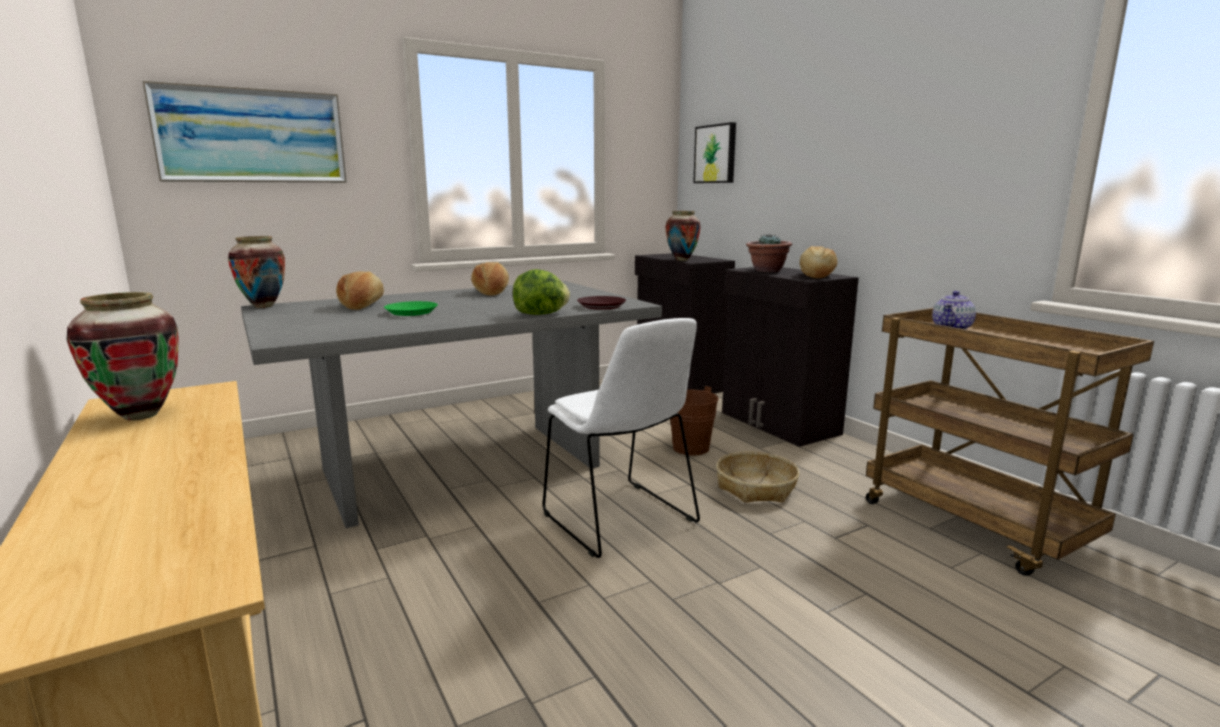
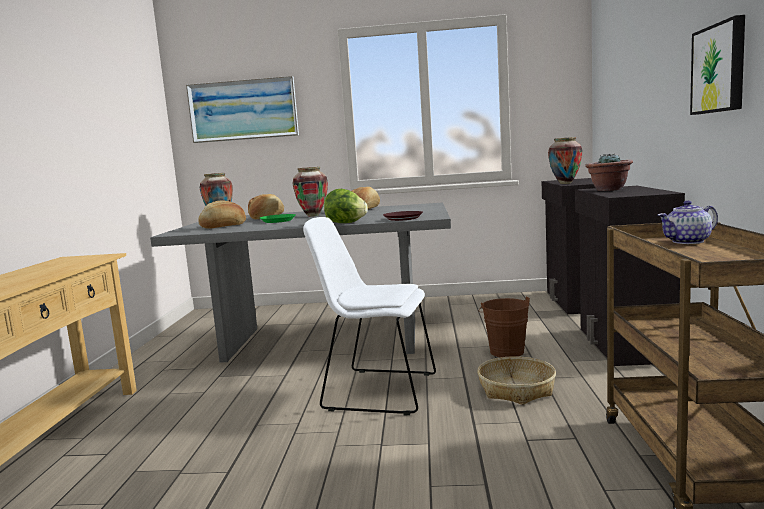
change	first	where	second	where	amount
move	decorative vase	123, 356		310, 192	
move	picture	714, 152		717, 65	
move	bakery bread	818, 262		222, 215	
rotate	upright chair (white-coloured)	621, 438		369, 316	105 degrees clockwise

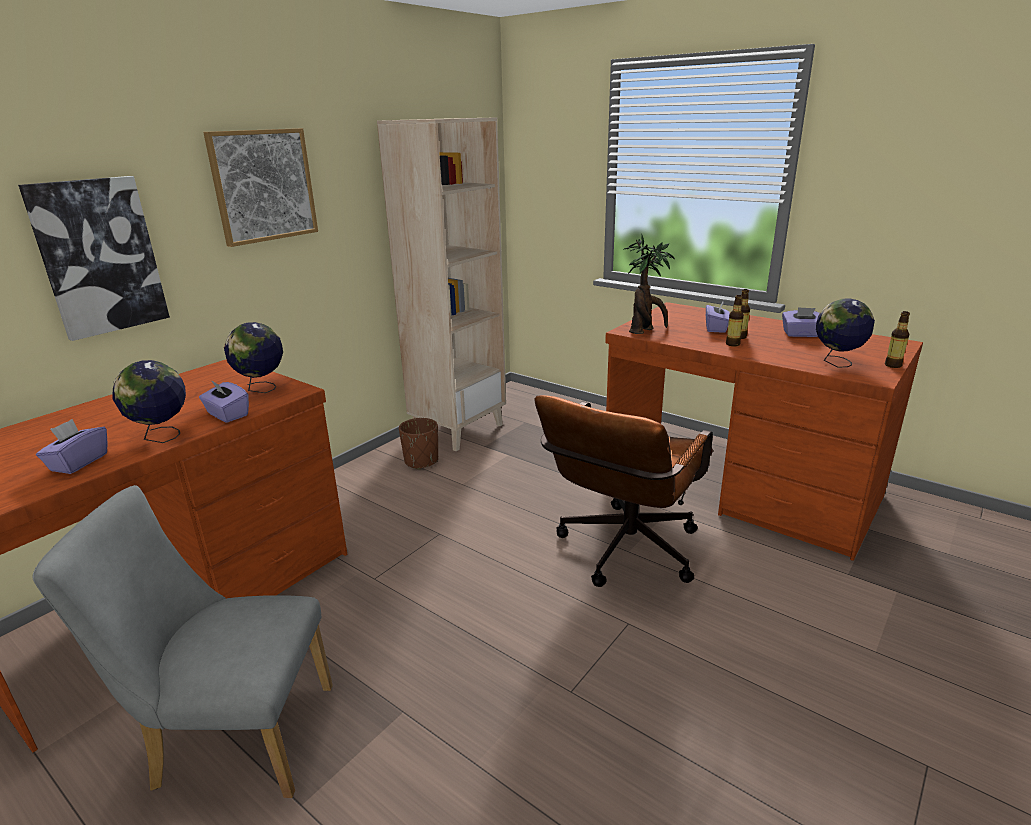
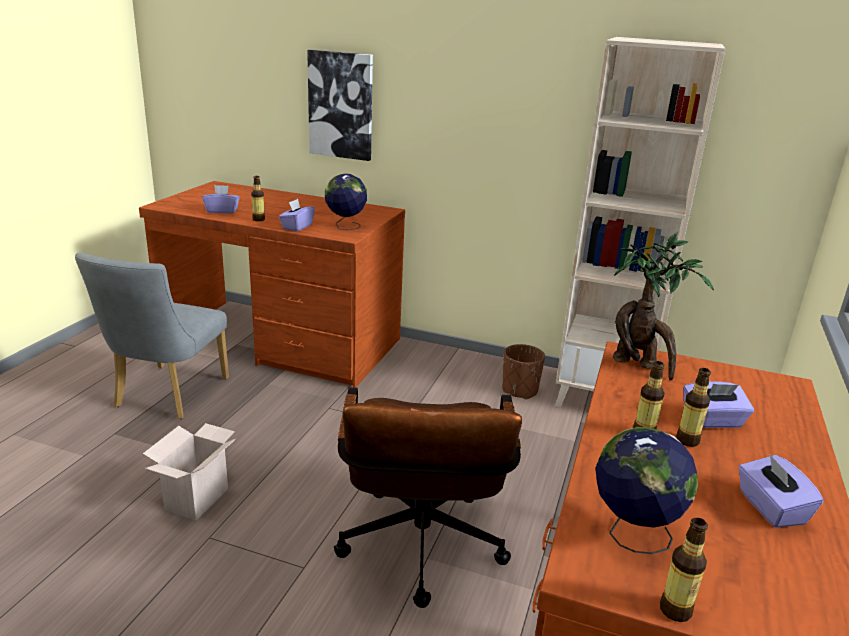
change	first	where	second	where	amount
delete	picture	260, 187			
insert			carton	189, 472	
replace	desk globe	149, 401	beverage bottle	258, 198	
rotate	upright chair (grey)	182, 641		152, 336	150 degrees counterclockwise
rotate	office chair (brown)	623, 491		428, 497	105 degrees counterclockwise

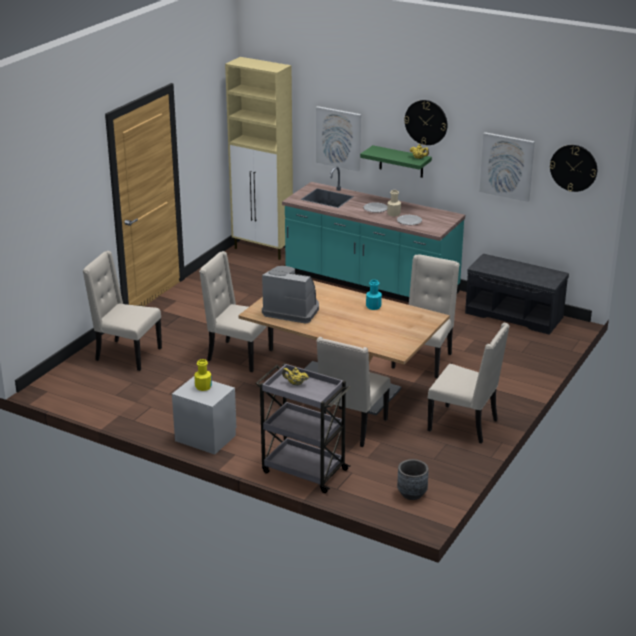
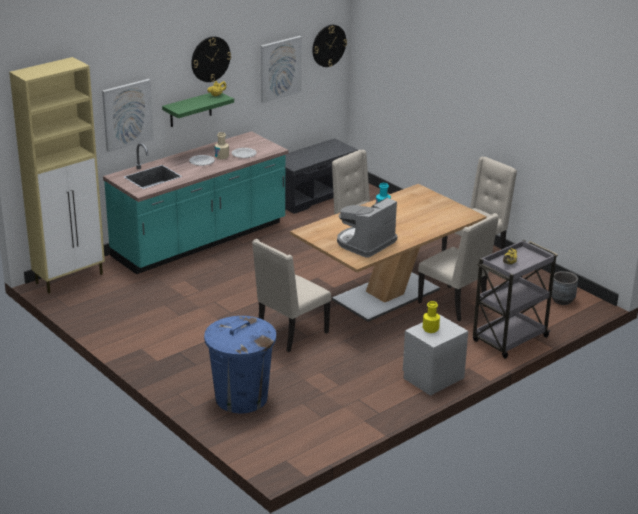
change	first	where	second	where	amount
replace	upright chair (beige-coloured)	122, 311	waste bin (blue-coloured)	240, 364	

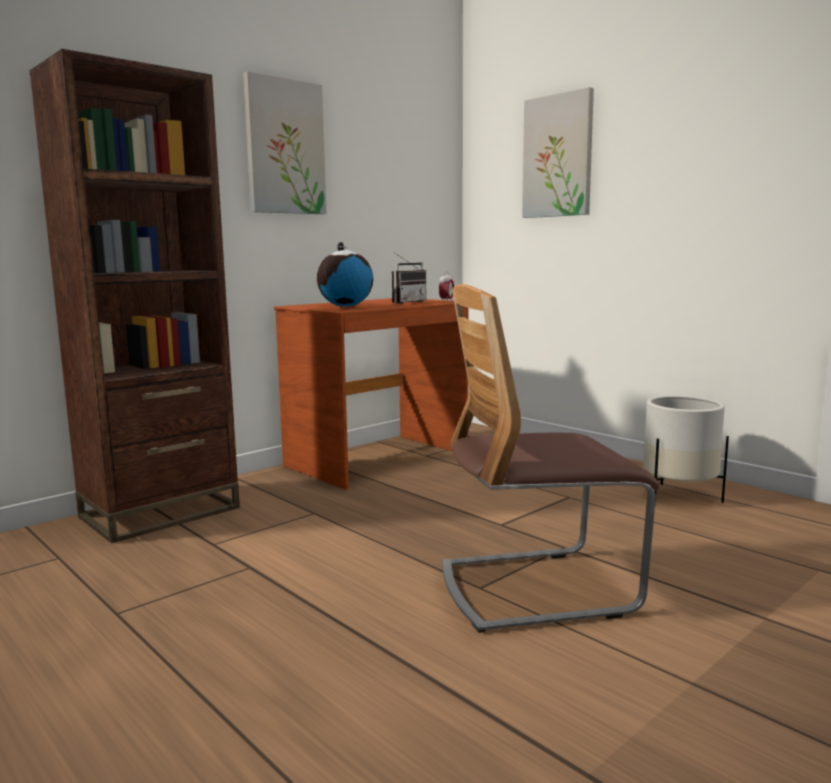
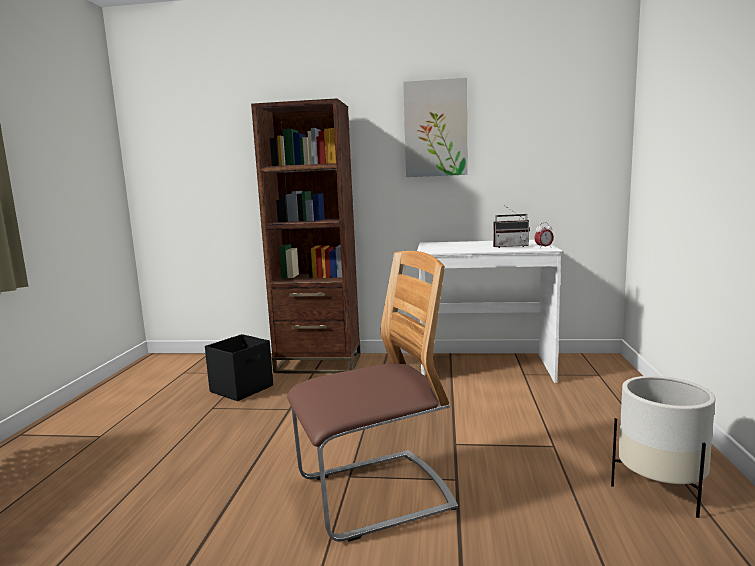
change	first	where	second	where	amount
delete	desk globe	345, 274			
delete	picture	558, 152			
insert			storage box (black-coloured)	239, 367	
recolor	desk unit (brown)	371, 394	desk unit (white-coloured)	489, 311	
rotate	upright chair	551, 458		372, 396	120 degrees clockwise

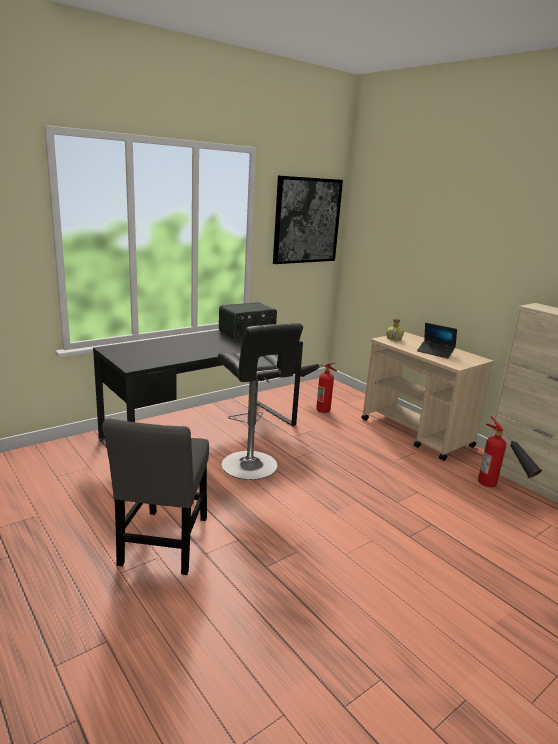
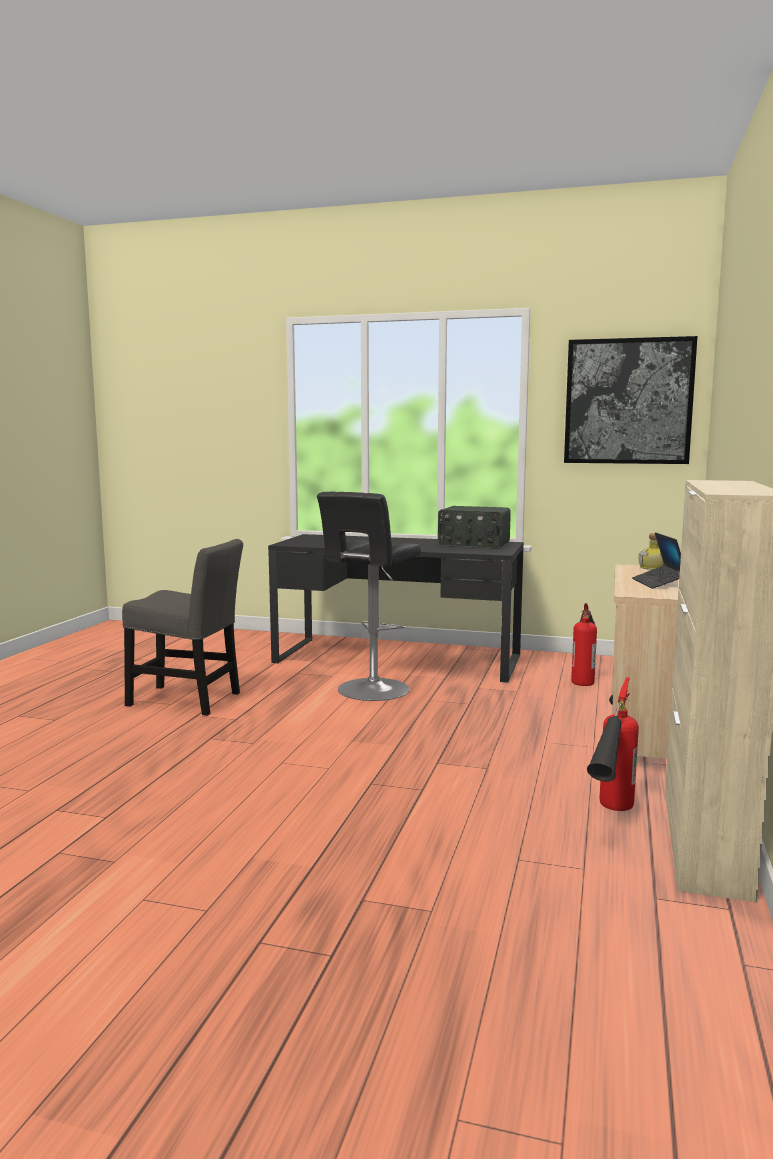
change	first	where	second	where	amount
rotate	upright chair (grey)	155, 497		182, 627	135 degrees counterclockwise

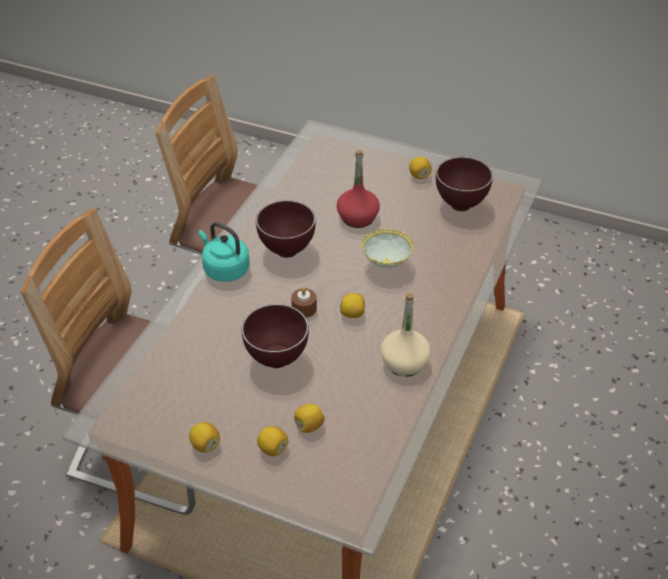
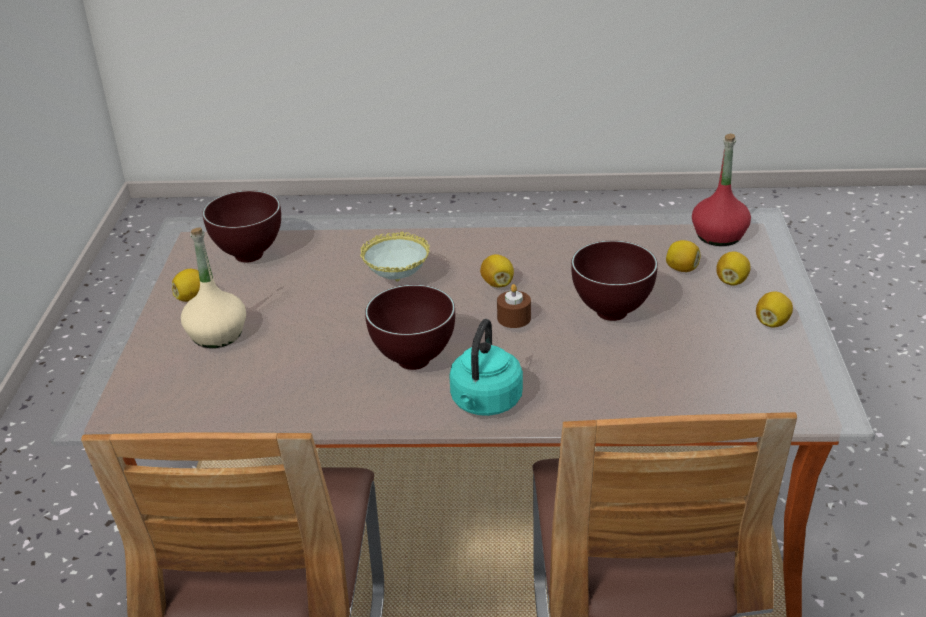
change	first	where	second	where	amount
move	beverage bottle (reddish)	358, 189		721, 189	
move	beverage bottle (beige-coloured)	405, 335		213, 287	

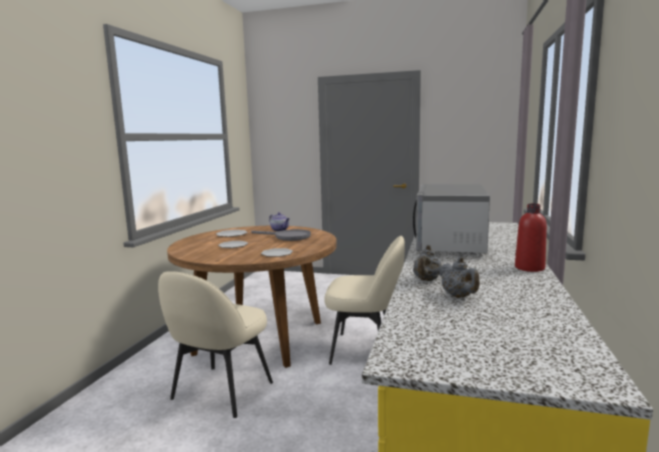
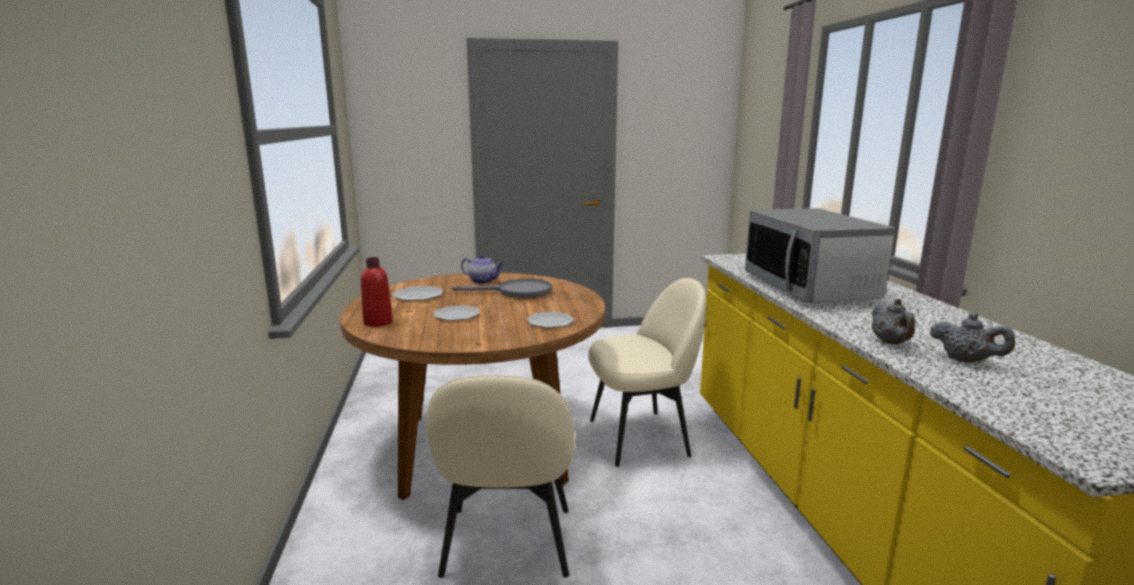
change	first	where	second	where	amount
move	beverage bottle (reddish)	531, 238		377, 292	

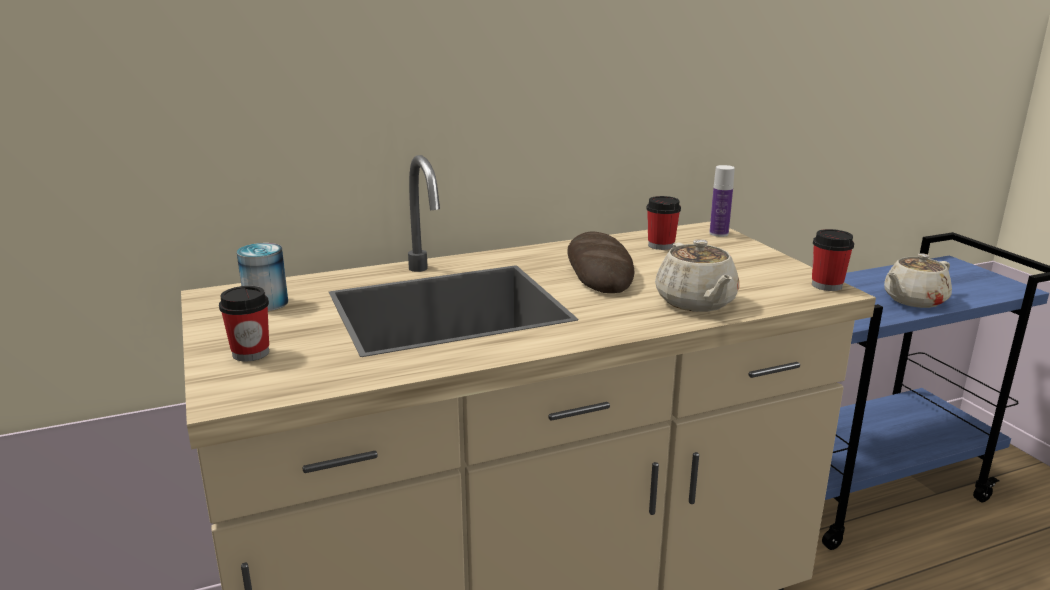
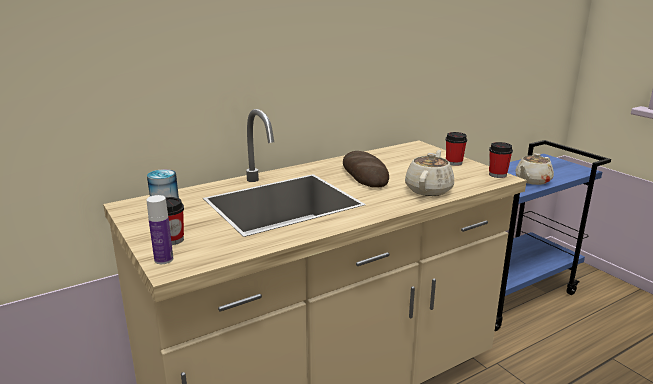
change	first	where	second	where	amount
move	drinking cup	663, 223		456, 149	
move	beverage bottle	722, 201		159, 229	
rotate	pot for tea (beige-coloured)	697, 275		429, 173	135 degrees counterclockwise

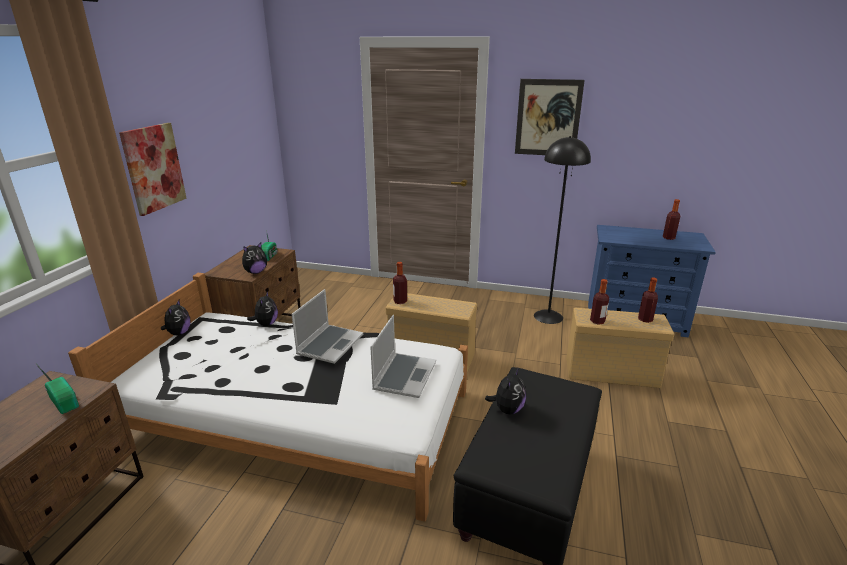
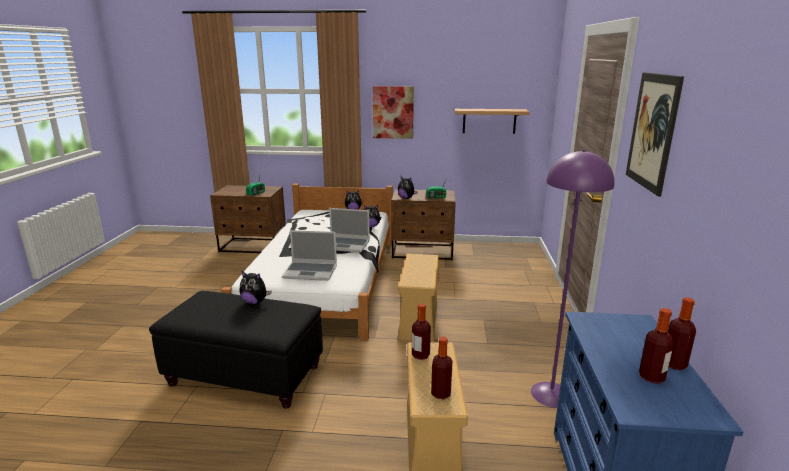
change	first	where	second	where	amount
insert			bracket shelf	492, 121	
move	beverage bottle	400, 283		682, 333	
recolor	standard lamp (black-coloured)	562, 230	standard lamp (purple-coloured)	573, 279	

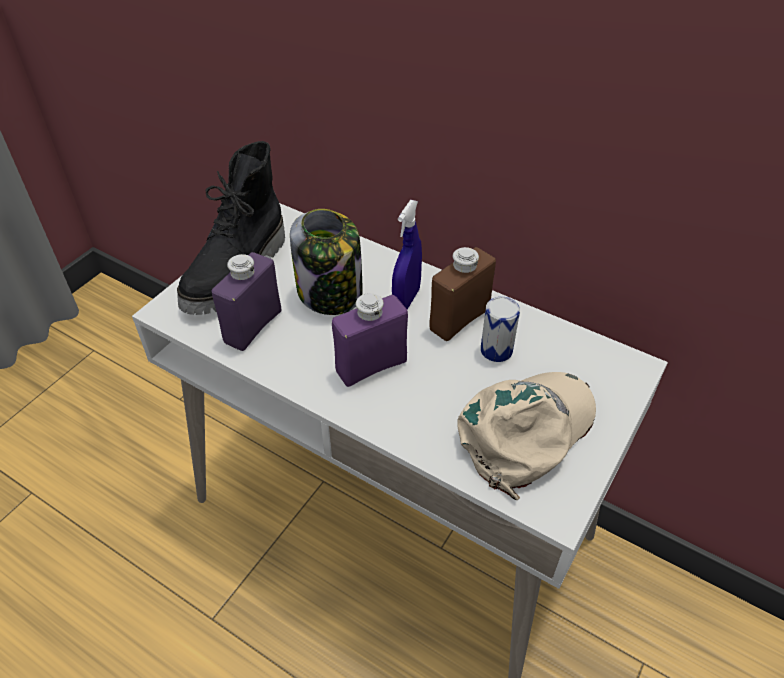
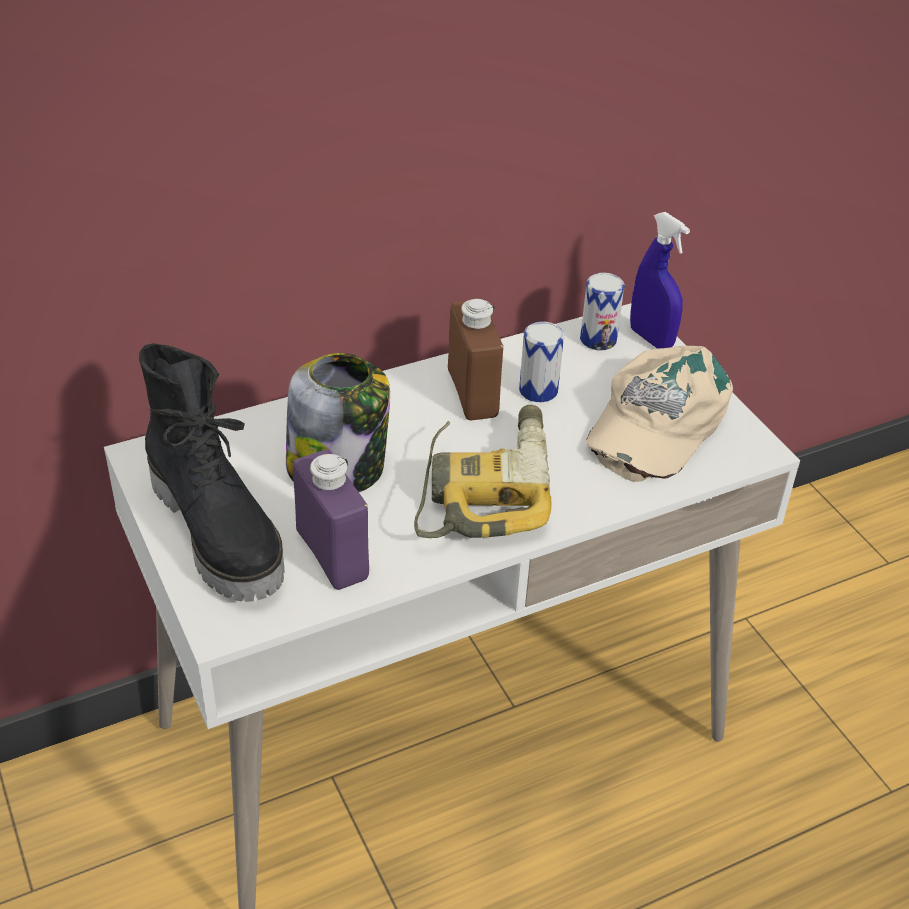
change	first	where	second	where	amount
insert			can	602, 312	
move	sprayer (blue-coloured)	407, 254		660, 280	
replace	beverage bottle (purple-coloured)	370, 340	power drill	483, 471	
rotate	baseball cap (beige-coloured)	526, 436		659, 414	135 degrees counterclockwise

